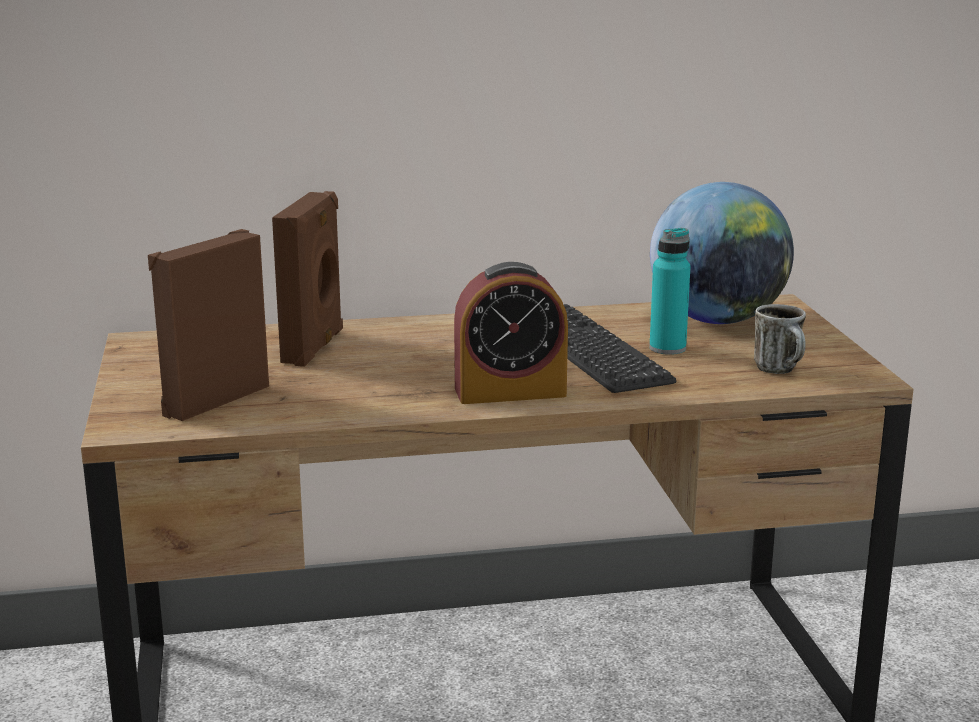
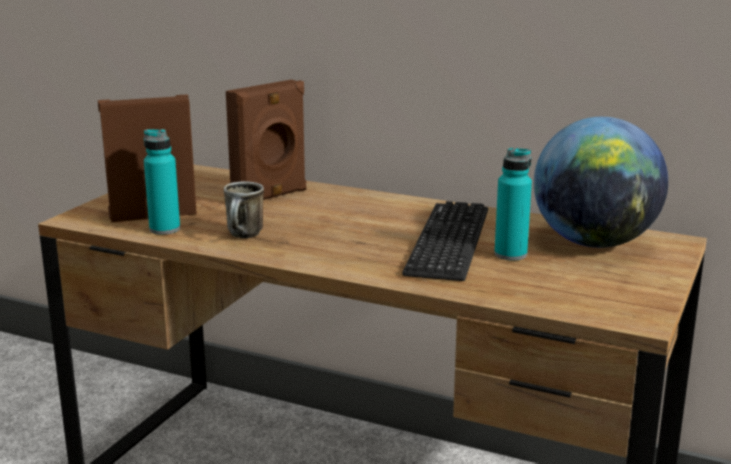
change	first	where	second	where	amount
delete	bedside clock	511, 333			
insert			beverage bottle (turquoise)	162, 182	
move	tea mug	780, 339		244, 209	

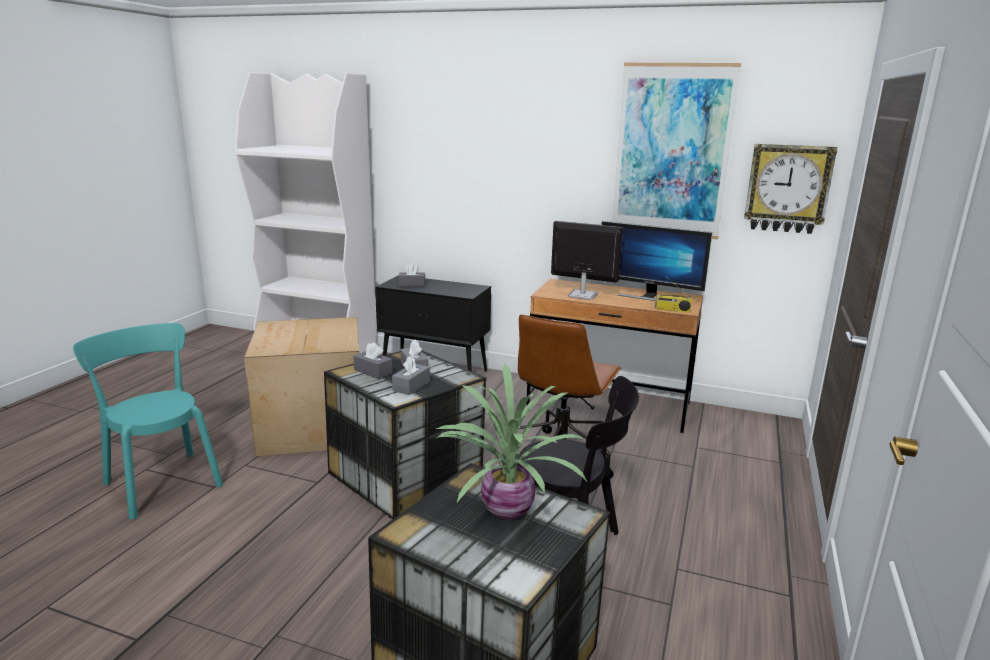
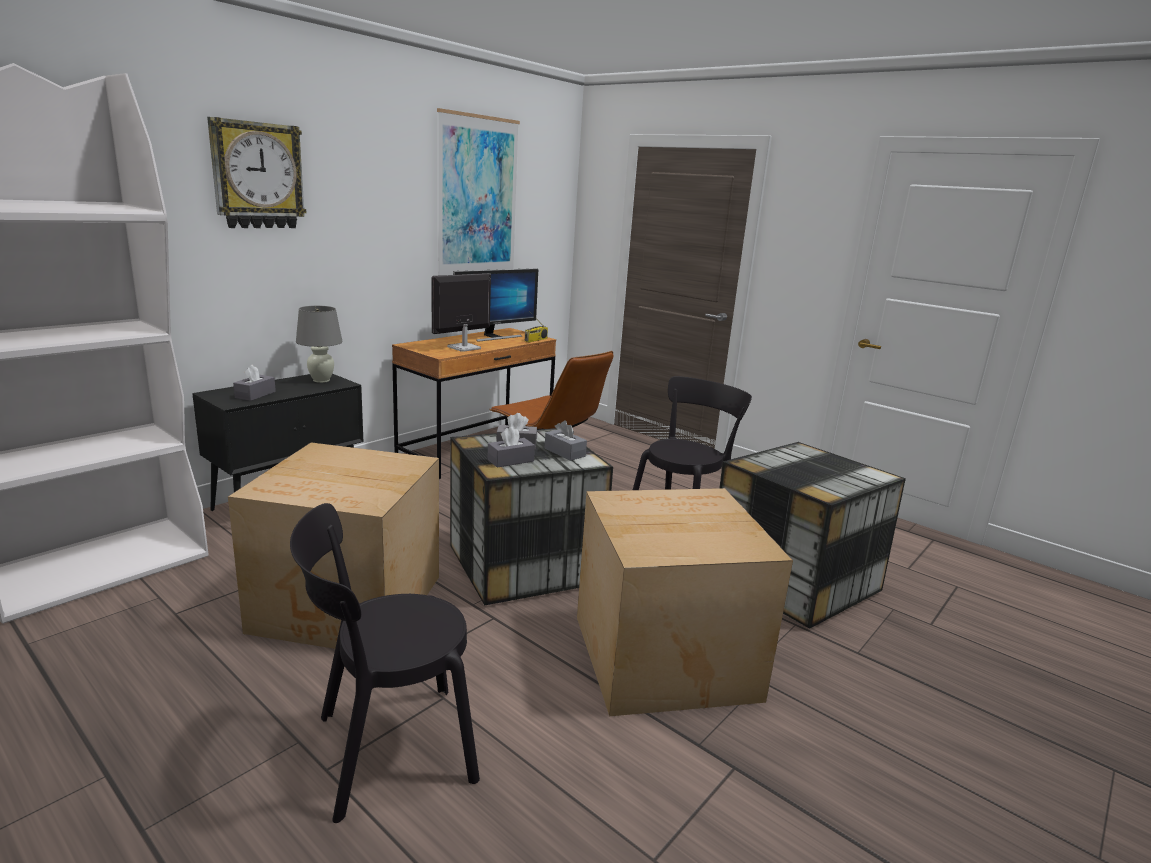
change	first	where	second	where	amount
delete	potted plant	511, 441			
insert			table lamp (grey)	319, 344	
insert			carton	685, 602	
move	wall clock	790, 189		256, 172	
recolor	upright chair (turquoise)	148, 421	upright chair (black-coloured)	385, 663	

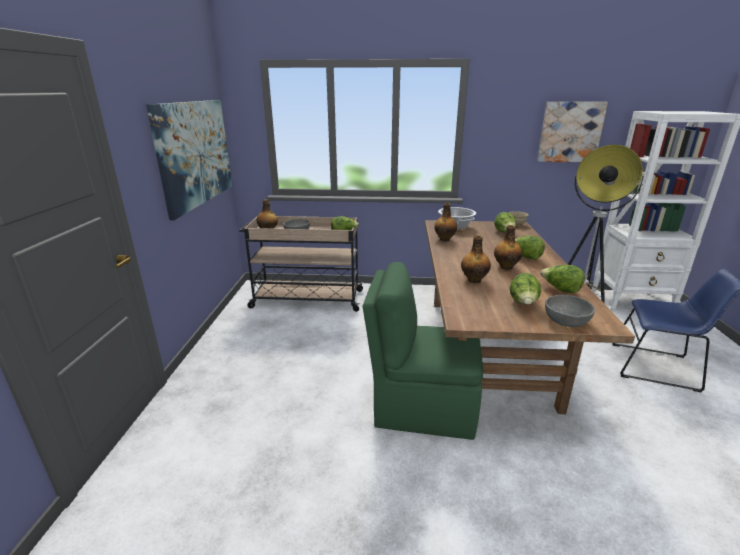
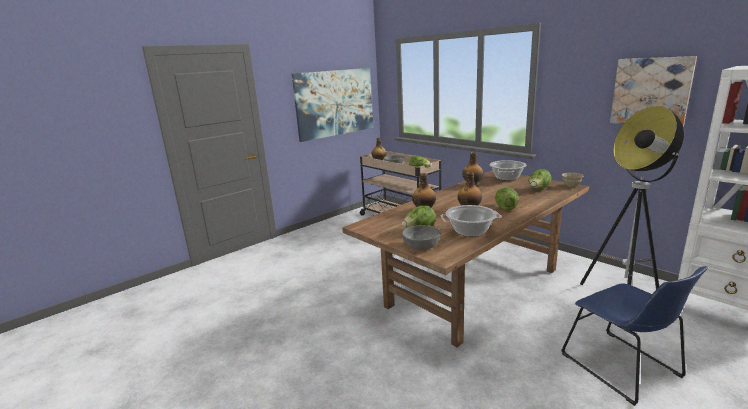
change	first	where	second	where	amount
delete	upright chair (greenish)	423, 351			
replace	head of lettuce	562, 279	saucepot	471, 221	

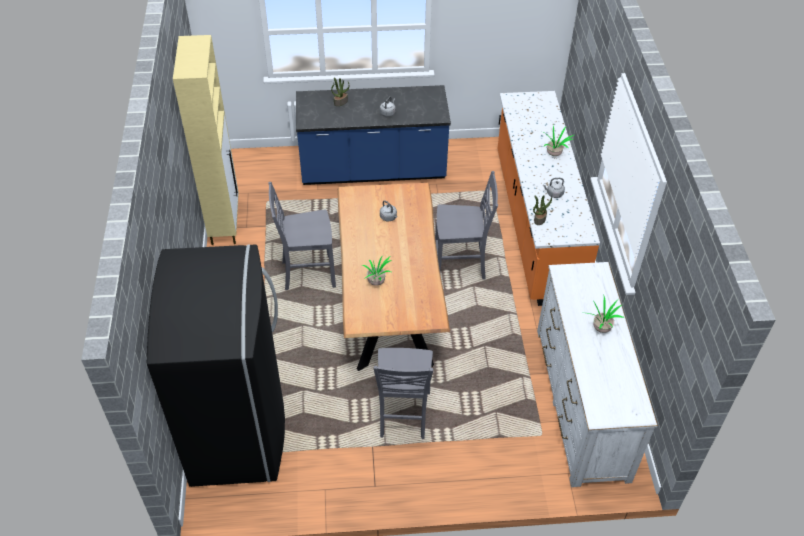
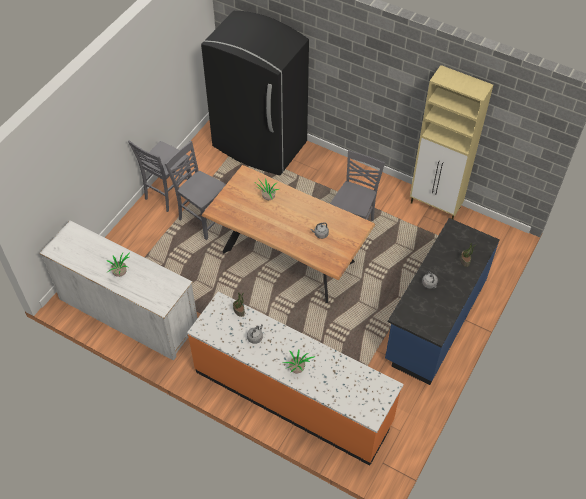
change	first	where	second	where	amount
move	upright chair (grey)	466, 225		160, 176	

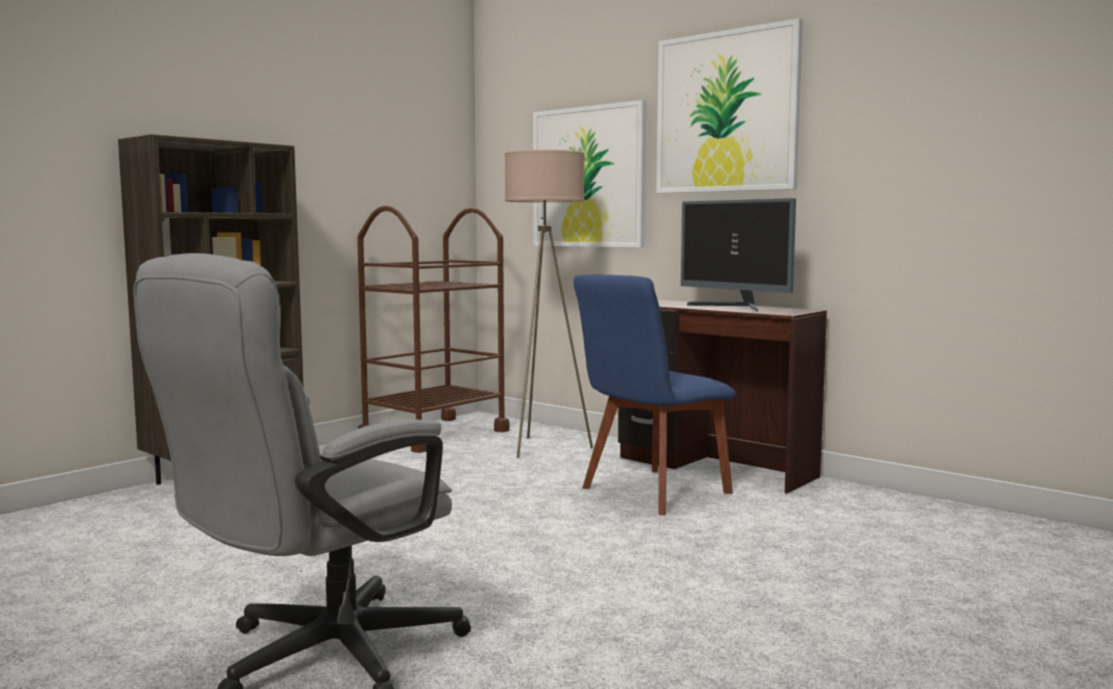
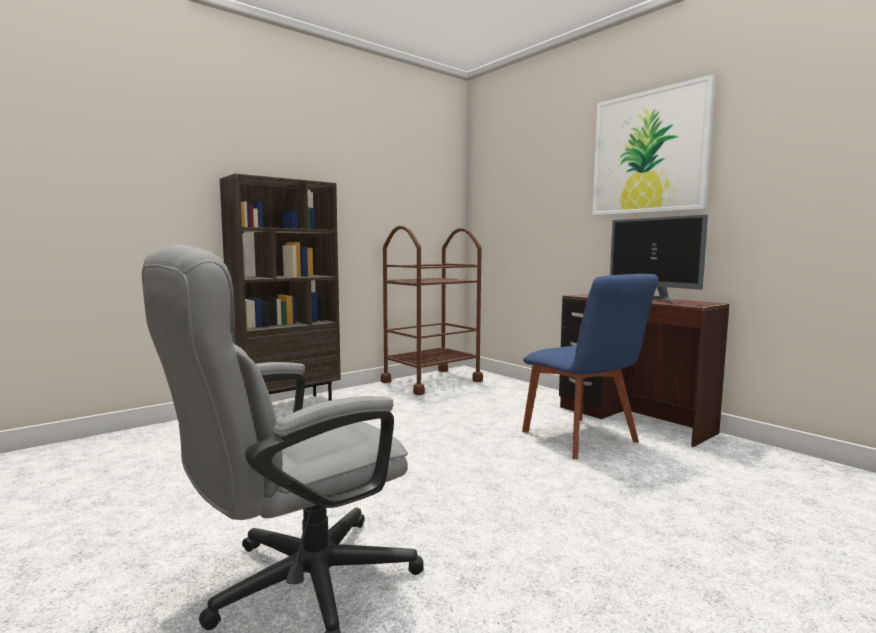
change	first	where	second	where	amount
delete	standard lamp (beige-coloured)	549, 303			
delete	picture	589, 173			
rotate	upright chair (blue-coloured)	654, 394		590, 366	90 degrees counterclockwise

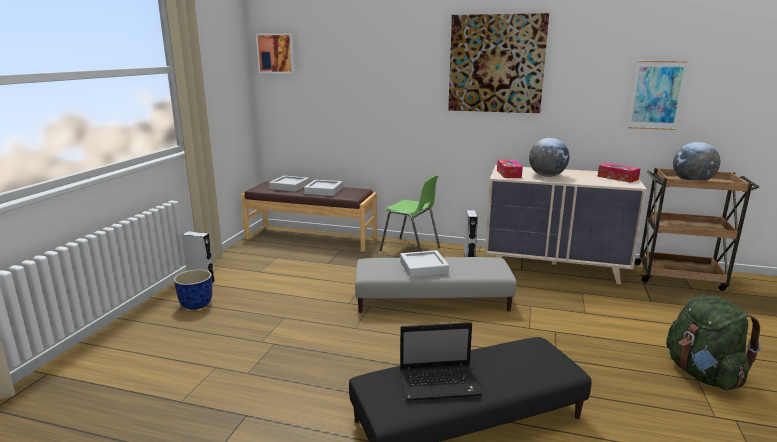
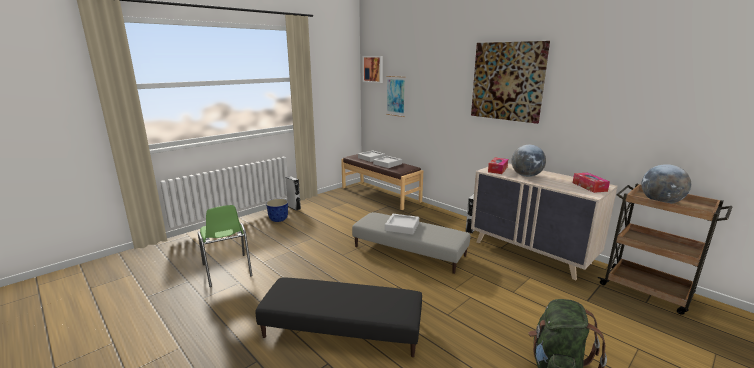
change	first	where	second	where	amount
delete	portable computer	441, 361			
move	upright chair (greenish)	410, 213		225, 246	
move	picture	657, 95		396, 96	

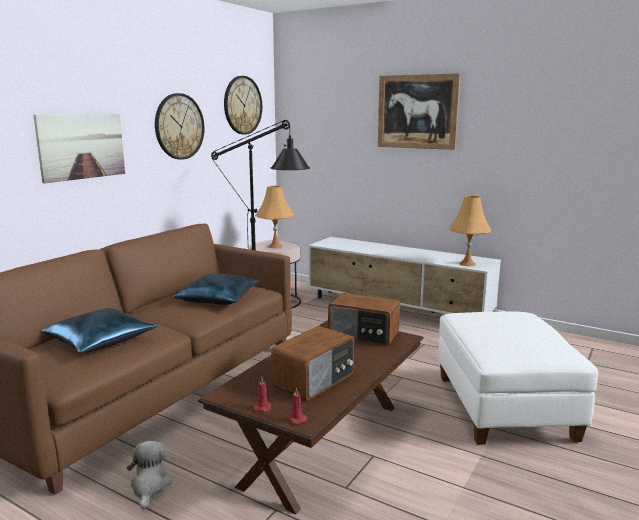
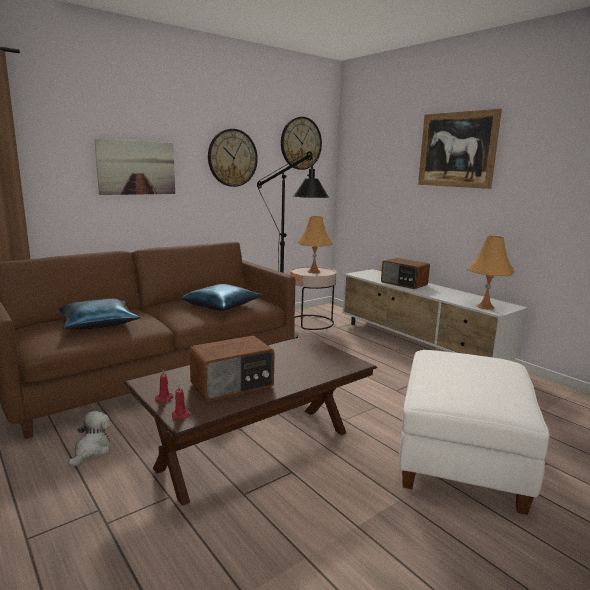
change	first	where	second	where	amount
move	radio receiver	364, 319		405, 273	

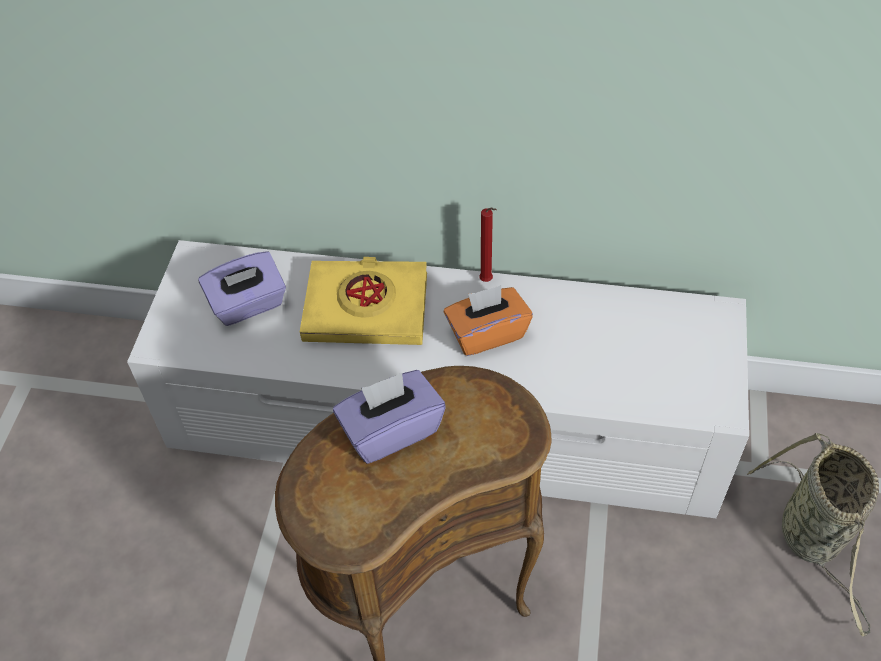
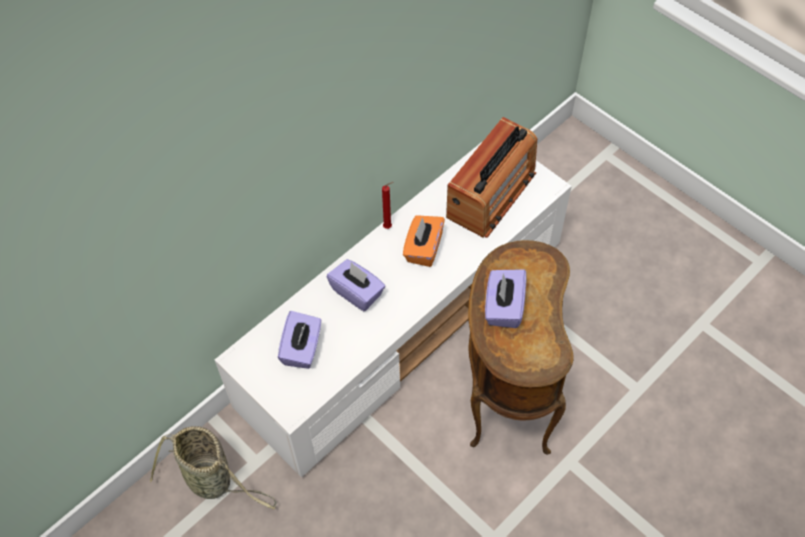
change	first	where	second	where	amount
insert			radio receiver	491, 177	
move	basket	813, 535		213, 467	
replace	bound book (yellowish)	363, 301	box of tissues (purple-coloured)	356, 285	

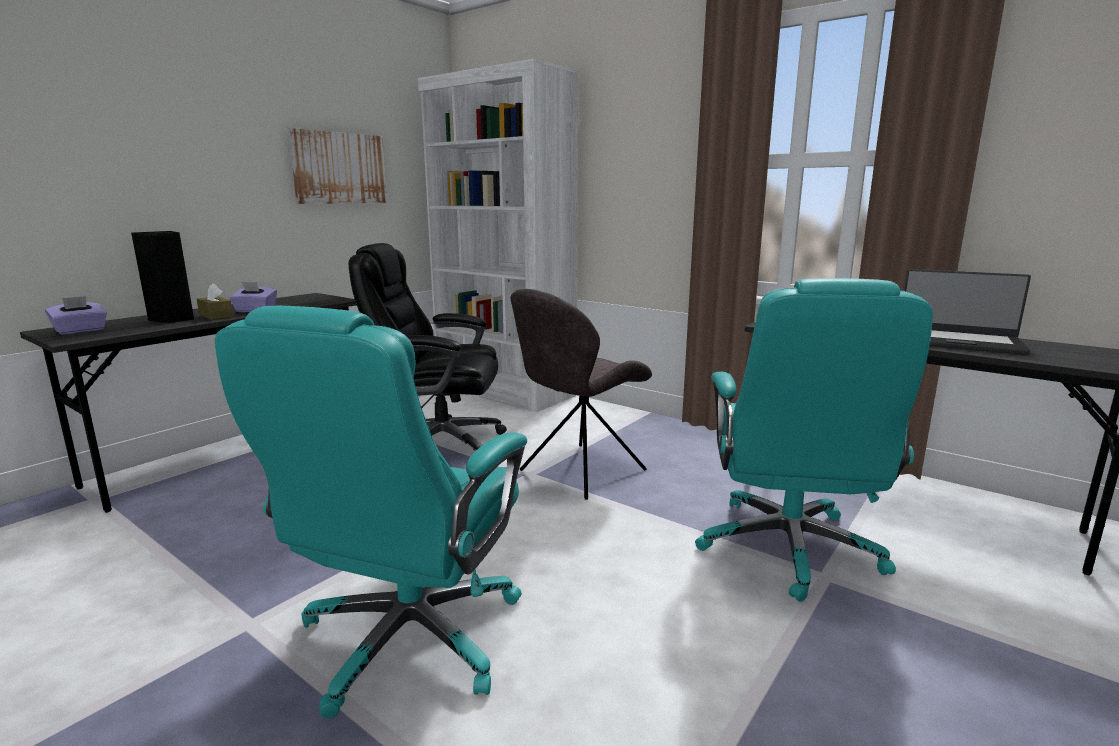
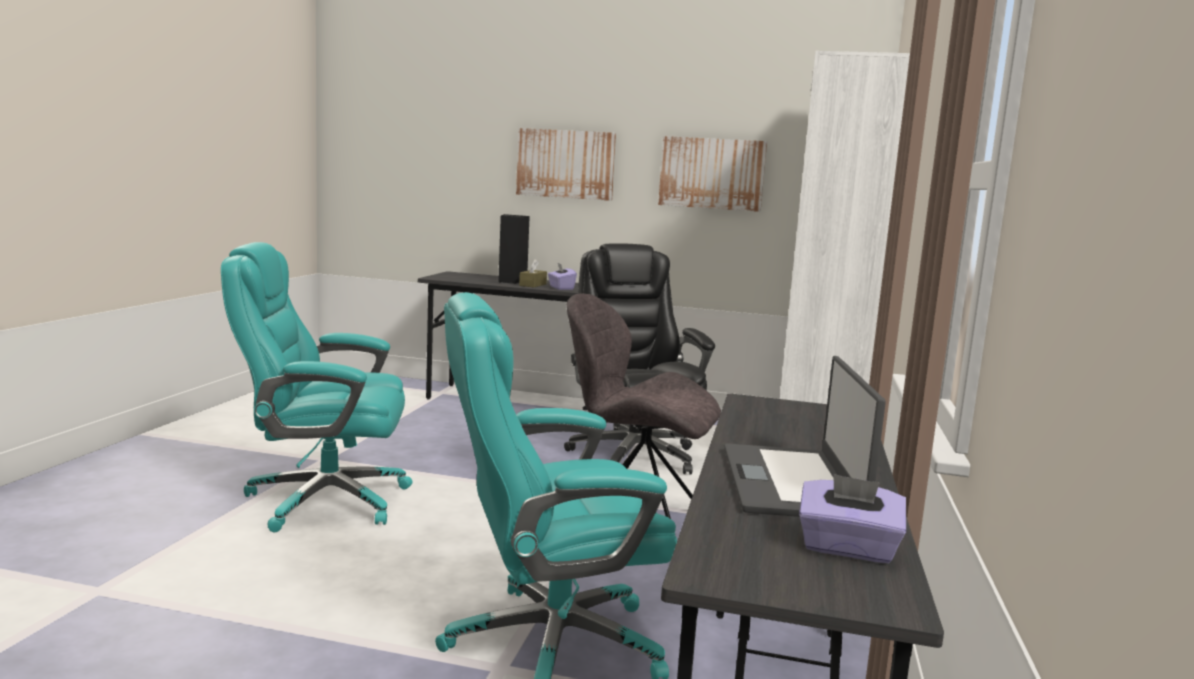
change	first	where	second	where	amount
insert			picture	566, 164	
move	box of tissues (purple-coloured)	76, 315		852, 519	

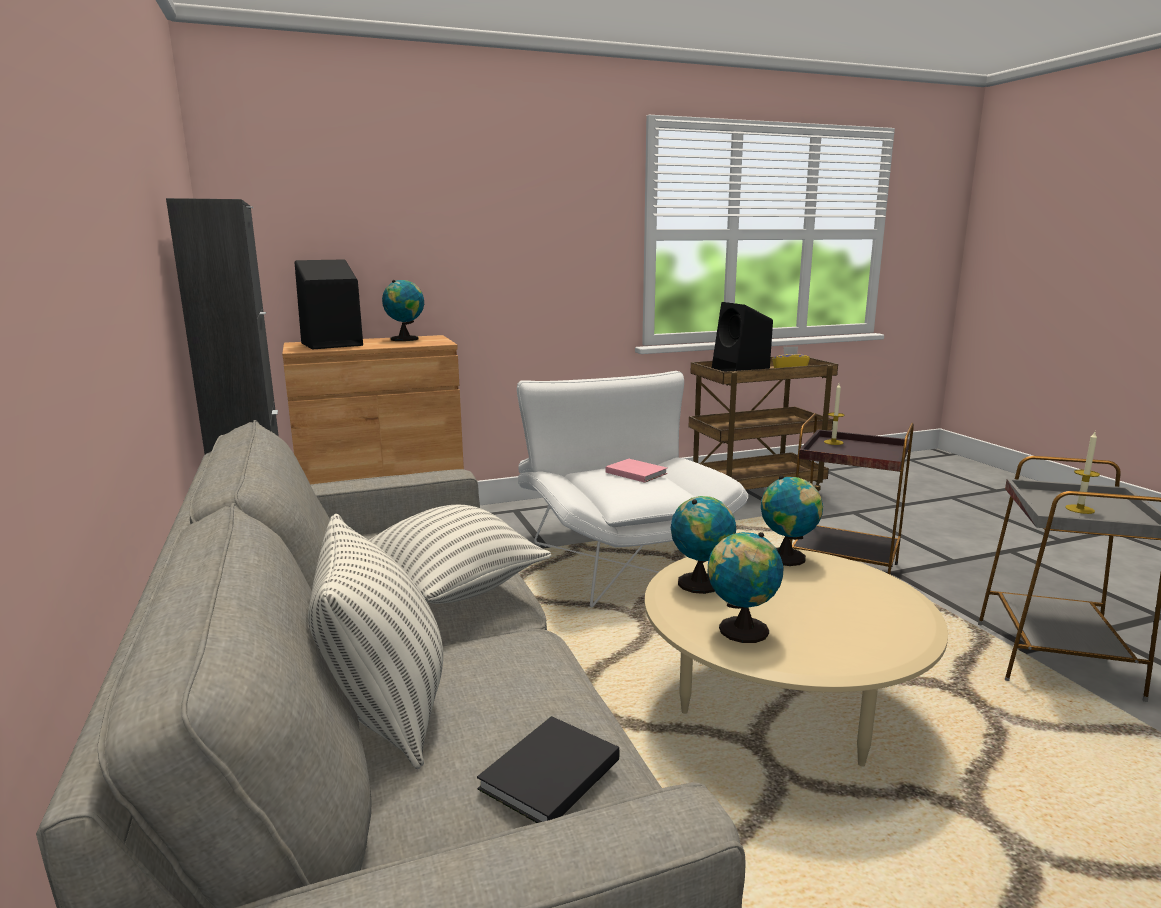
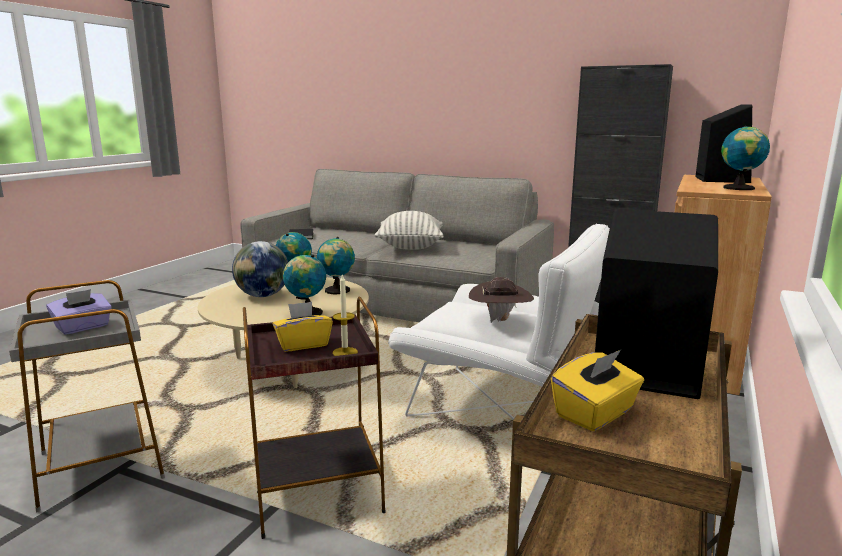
change	first	where	second	where	amount
delete	throw pillow	375, 641			
insert			desk globe	260, 269	
insert			box of tissues (yellowish)	303, 327	
replace	bound book (pink-coloured)	637, 471	wearable hat (brown)	501, 300	
replace	wax candle	1082, 473	box of tissues (purple-coloured)	79, 312	

